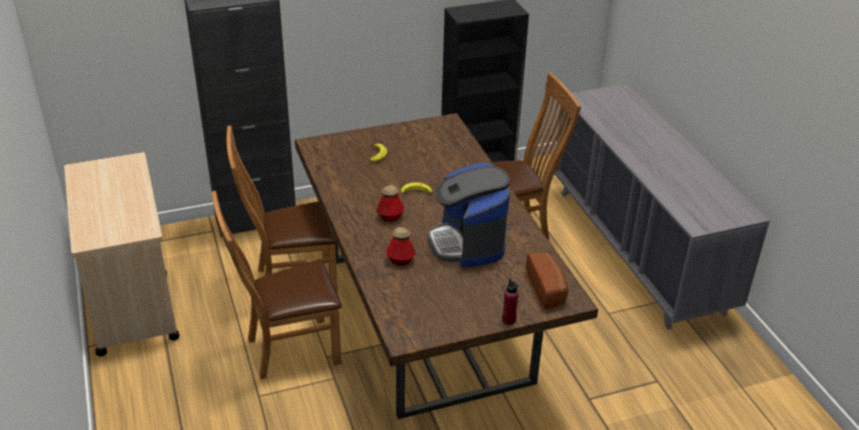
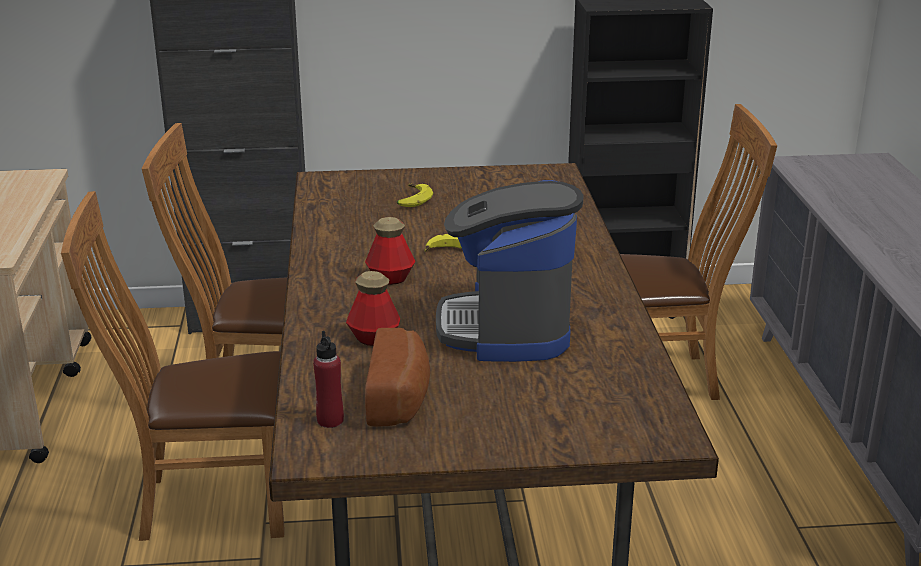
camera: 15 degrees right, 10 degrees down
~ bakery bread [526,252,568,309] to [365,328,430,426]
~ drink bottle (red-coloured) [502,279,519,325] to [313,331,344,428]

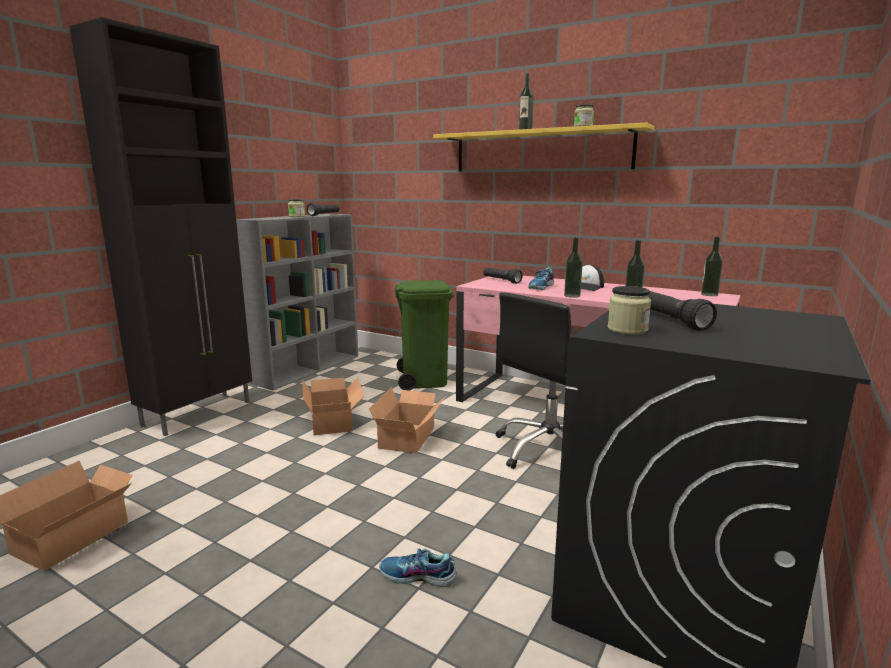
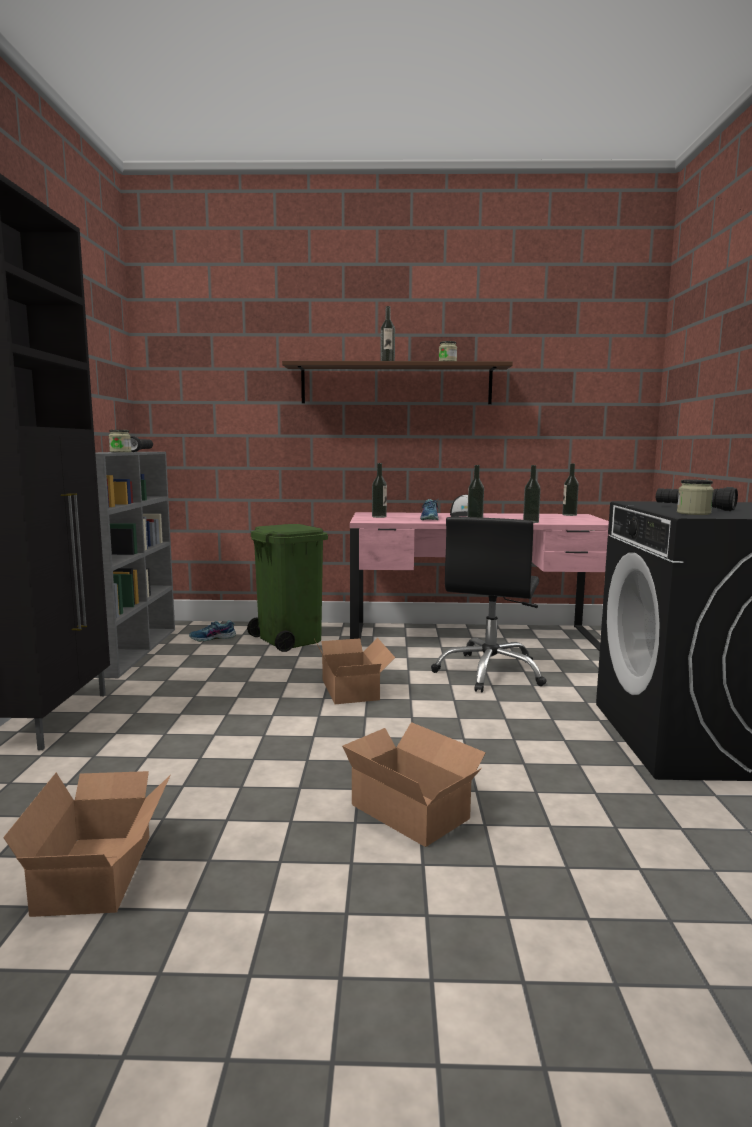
camera: 30 degrees left, 5 degrees down
~ wall shelf (yellow) [433,122,654,172] to wall shelf (brown-coloured) [282,361,513,404]
~ flashlight (black) [483,268,523,284] to drink bottle [372,463,387,518]
~ packing box [302,378,364,435] to [342,722,486,847]
~ item of footwear [379,549,457,587] to [189,620,236,642]

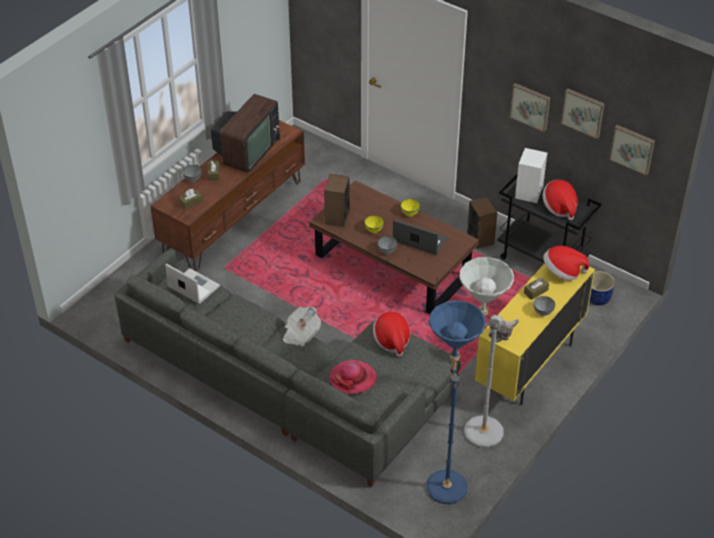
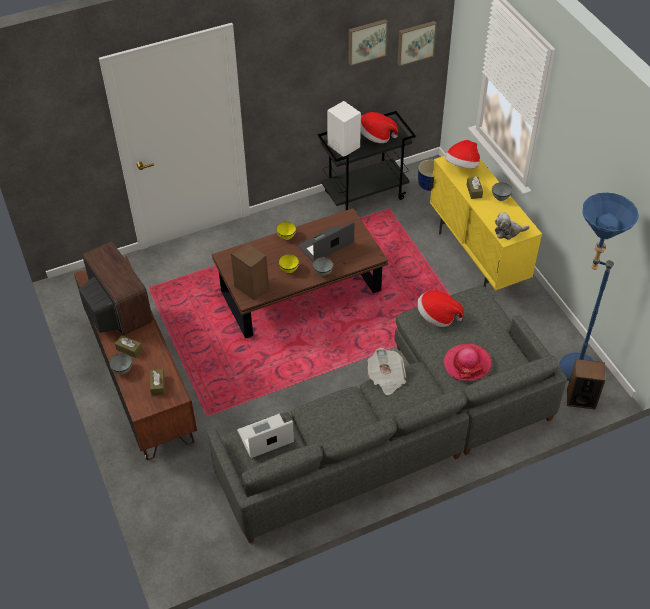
camera: 60 degrees left, 5 degrees up
- wall art [509,83,550,132]
~ loudspeaker [467,197,497,249] to [567,359,605,409]
- standing lamp (greyish) [459,257,514,447]
~ cuddly toy [489,315,519,342] = [495,212,530,240] 90 degrees clockwise

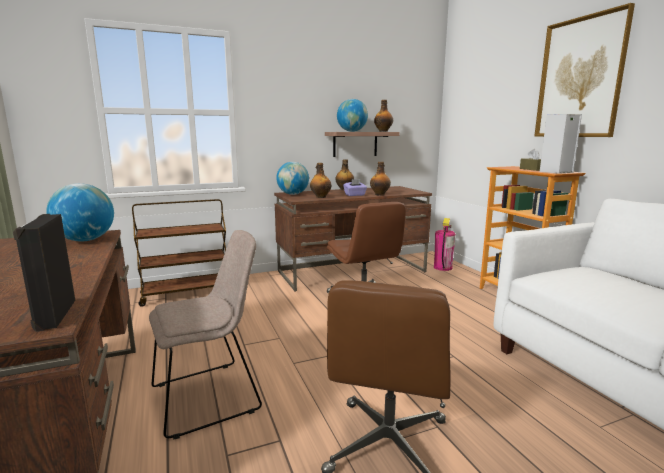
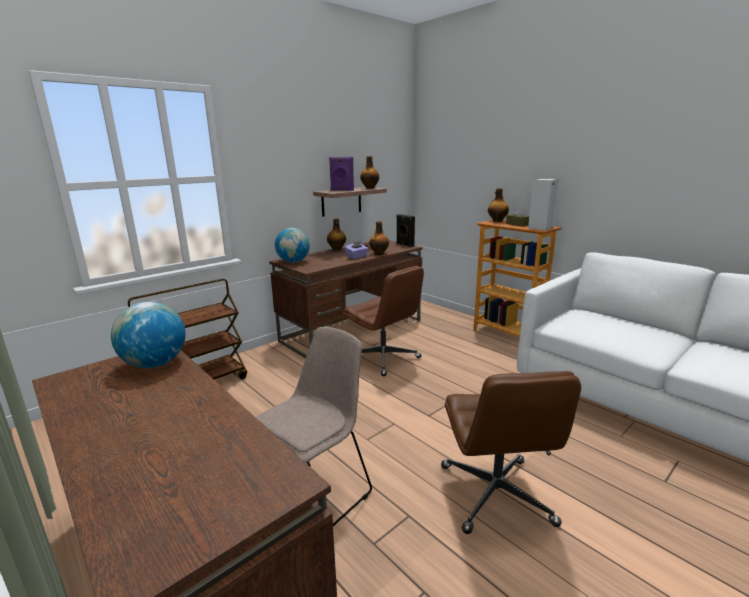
camera: 20 degrees left, 5 degrees up
- wall art [534,3,635,137]
~ globe [337,99,368,132] to loudspeaker (purple-coloured) [329,157,354,191]
~ drink bottle [310,163,331,198] to [488,188,509,222]
~ loudspeaker (black) [13,214,75,332] to [396,214,415,247]
- fire-fighting cylinder [434,218,456,271]

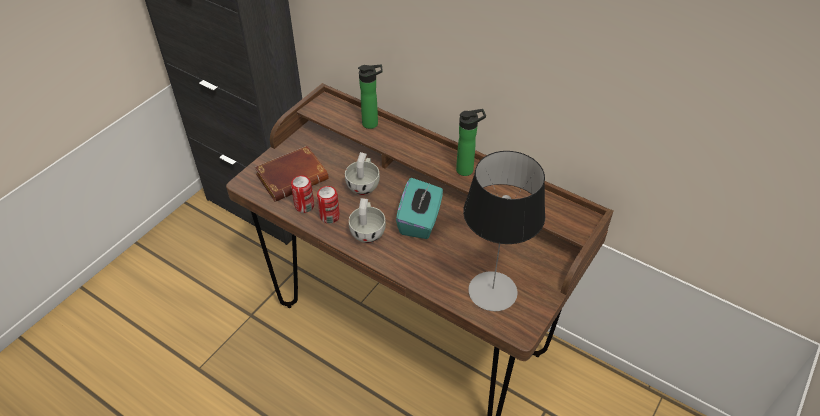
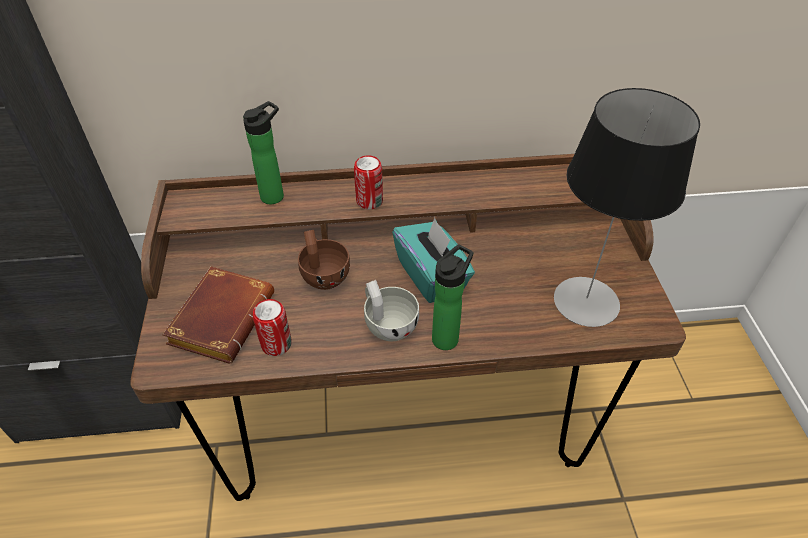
camera: 40 degrees left, 0 degrees up
~ drink bottle [456,109,486,176] to [432,244,474,350]
~ small cup (white) [345,152,380,195] to small cup (brown-coloured) [298,230,350,290]
~ metal can [317,186,340,224] to [354,155,383,209]

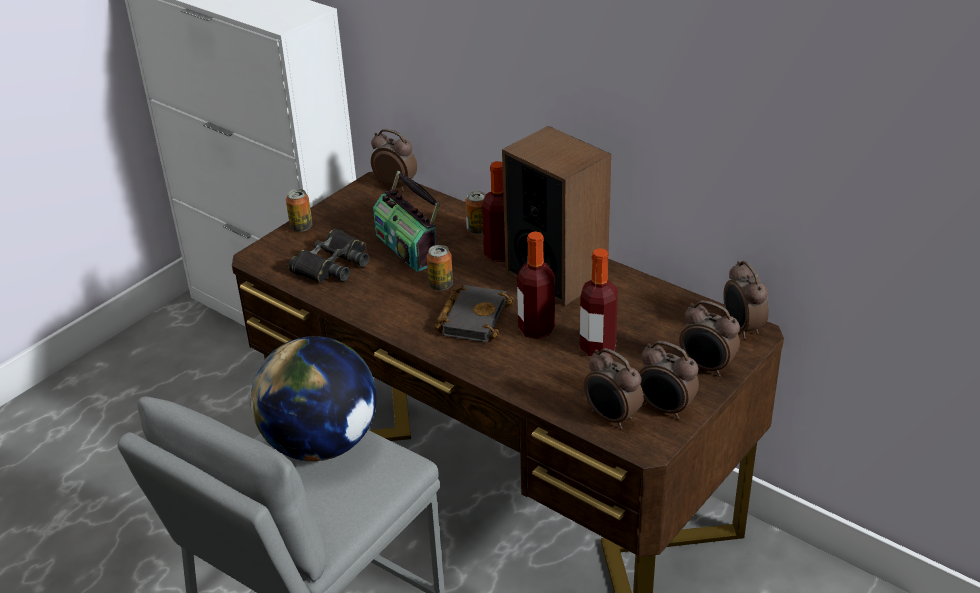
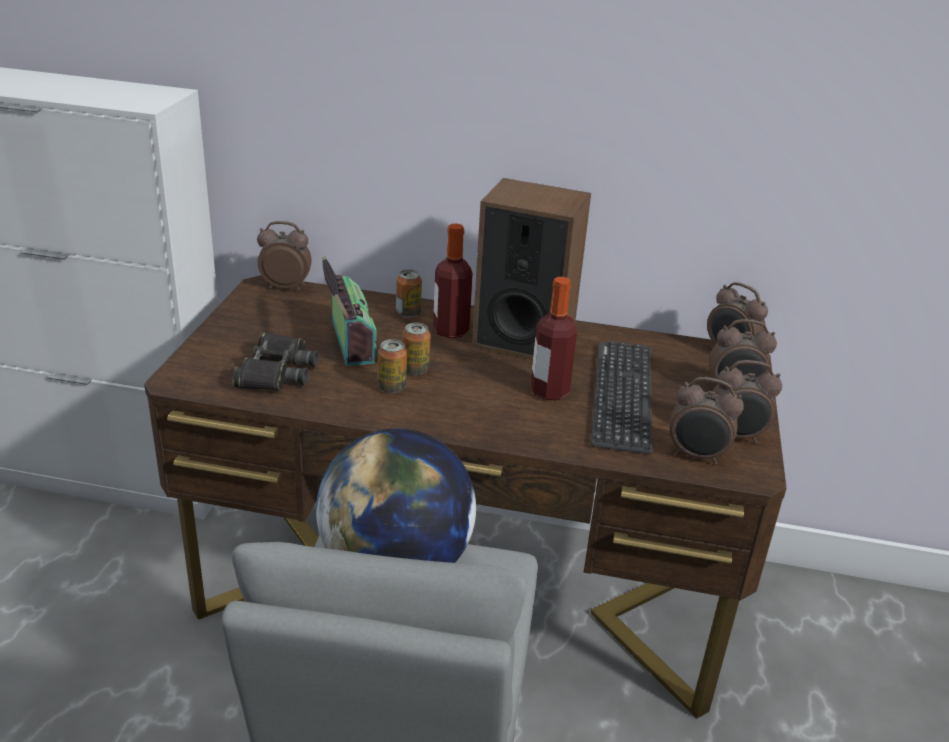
camera: 30 degrees left, 5 degrees down
~ radio receiver [373,171,440,272] = [322,256,376,366] 135 degrees counterclockwise
~ metal can [286,189,313,232] to [378,339,407,393]
~ drink bottle [580,248,618,356] to PC keyboard [591,341,653,454]
- volume (black) [435,285,514,342]

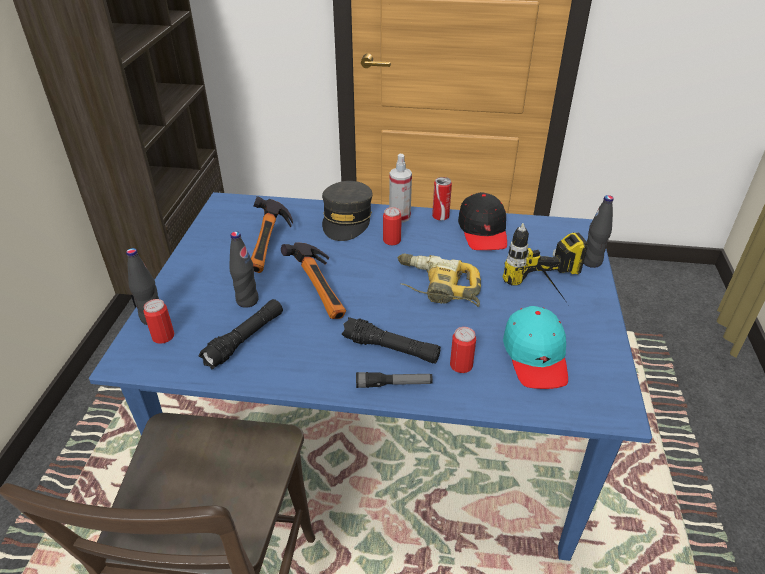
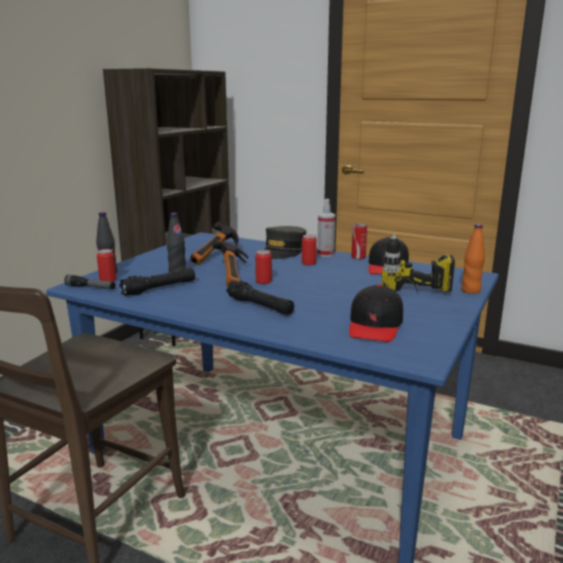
camera: 20 degrees right, 20 degrees down
~ drink bottle (black) [583,195,614,268] to drink bottle (orangey) [461,224,485,294]
- electric drill [398,253,481,307]
~ cap (blue-green) [503,306,568,389] to cap (black) [349,285,403,342]
~ metal can [450,327,476,373] to [255,250,272,284]
~ flashlight [356,372,433,388] to [64,275,115,289]

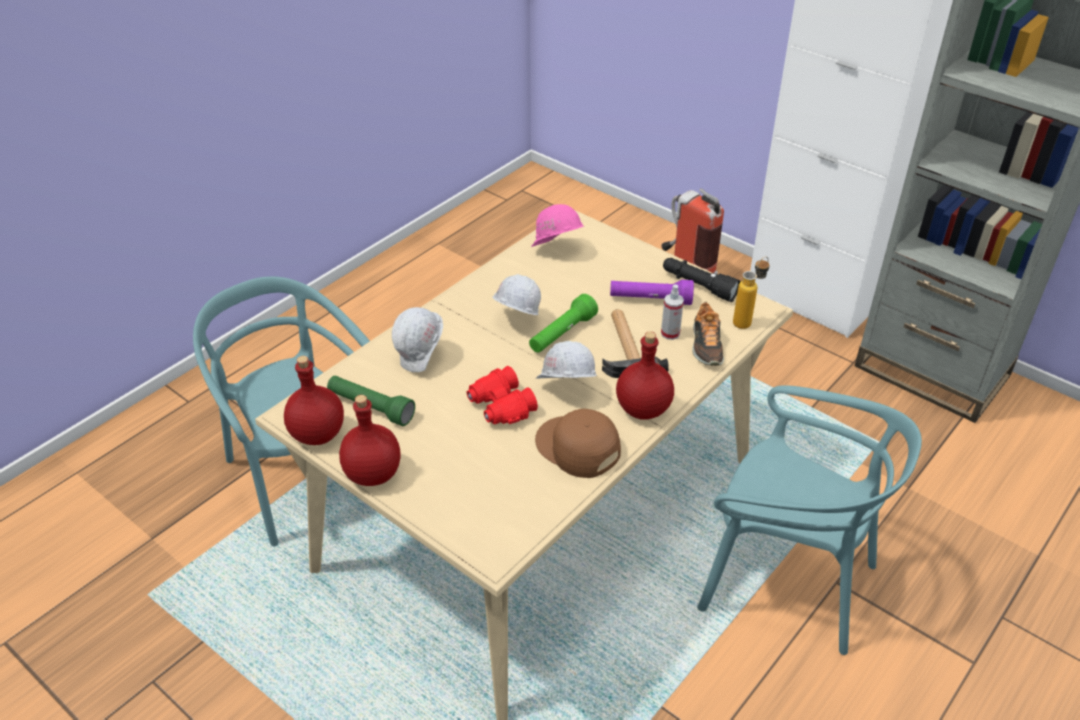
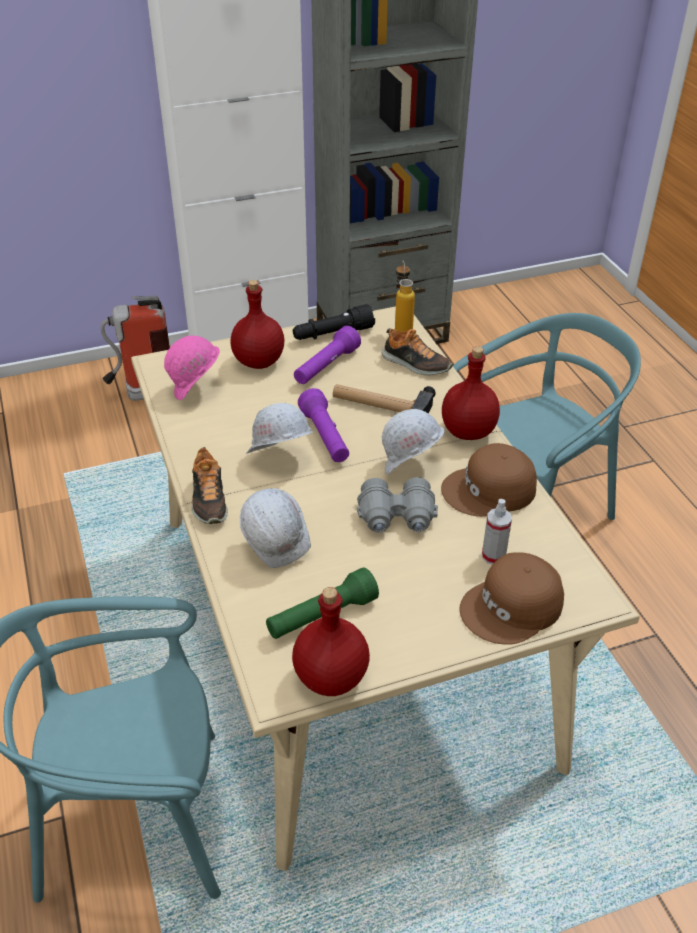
camera: 60 degrees left, 0 degrees up
~ hand sprayer [661,284,684,340] to [482,499,512,565]
~ flashlight (green-coloured) [529,294,598,353] to flashlight (purple-coloured) [298,388,349,462]
~ binoculars (red-coloured) [467,366,538,425] to binoculars (greyish) [357,477,438,533]
~ drink bottle (red-coloured) [339,395,401,486] to [230,280,284,369]
+ item of footwear [192,447,228,524]
+ cap (brown-coloured) [459,552,564,645]

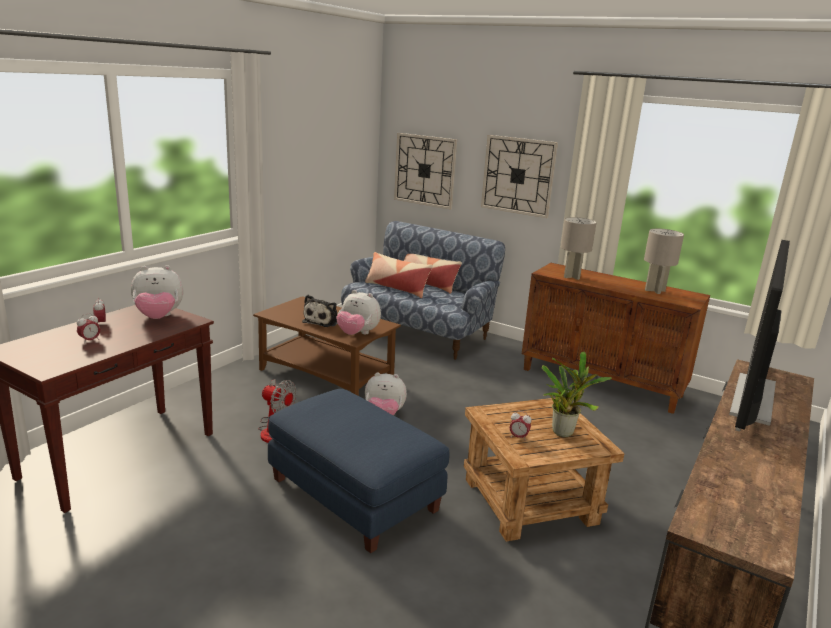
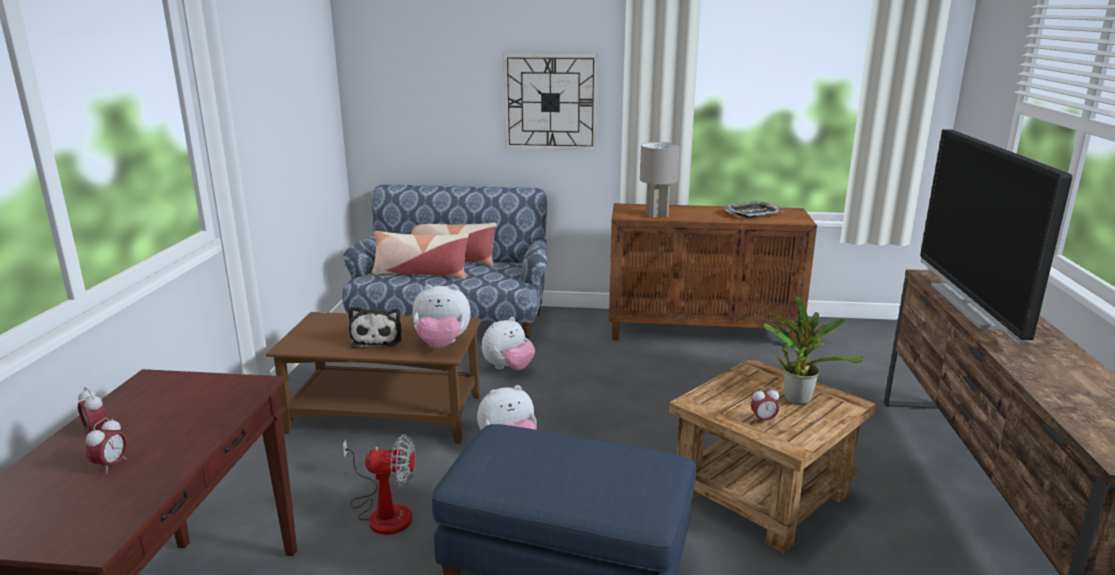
camera: 25 degrees left, 0 degrees up
- wall clock [394,133,457,210]
~ table lamp (greyish) [644,229,684,294] to tray [724,201,783,218]
~ cuddly toy [131,265,183,319] to [482,317,535,370]

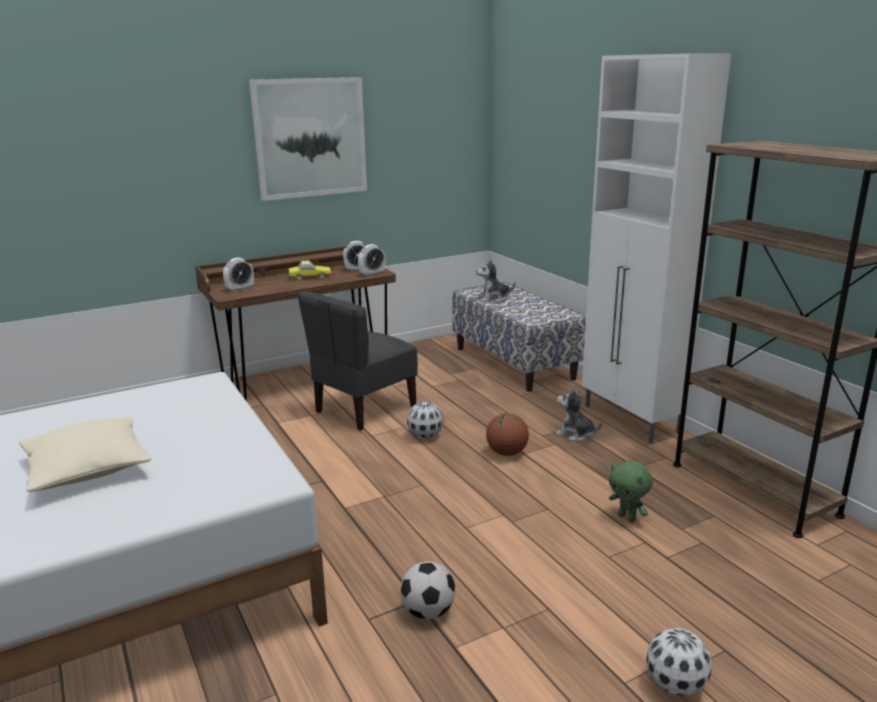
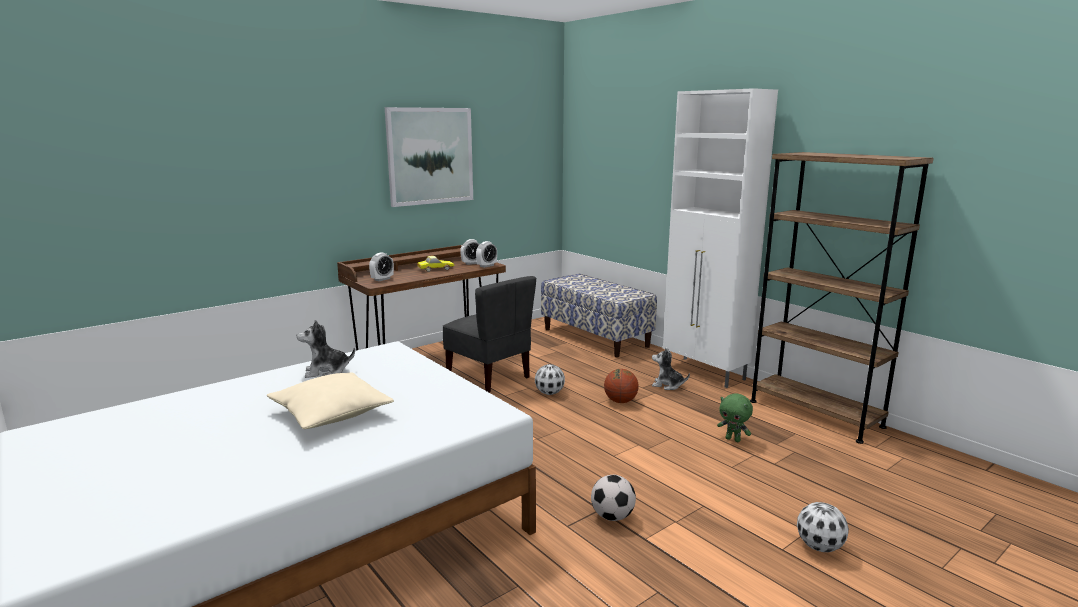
camera: 10 degrees left, 5 degrees down
~ cuddly toy [476,260,515,303] to [297,320,355,378]
~ plain chair (greyish) [298,291,418,431] = [442,276,536,392] 75 degrees counterclockwise

